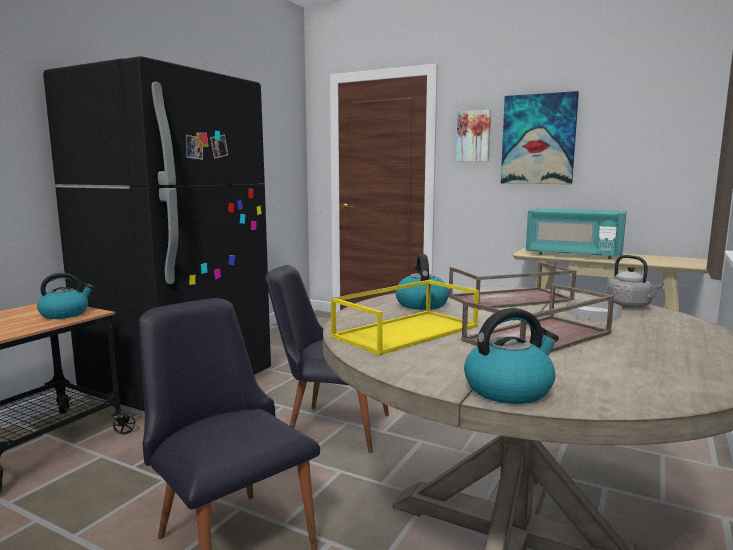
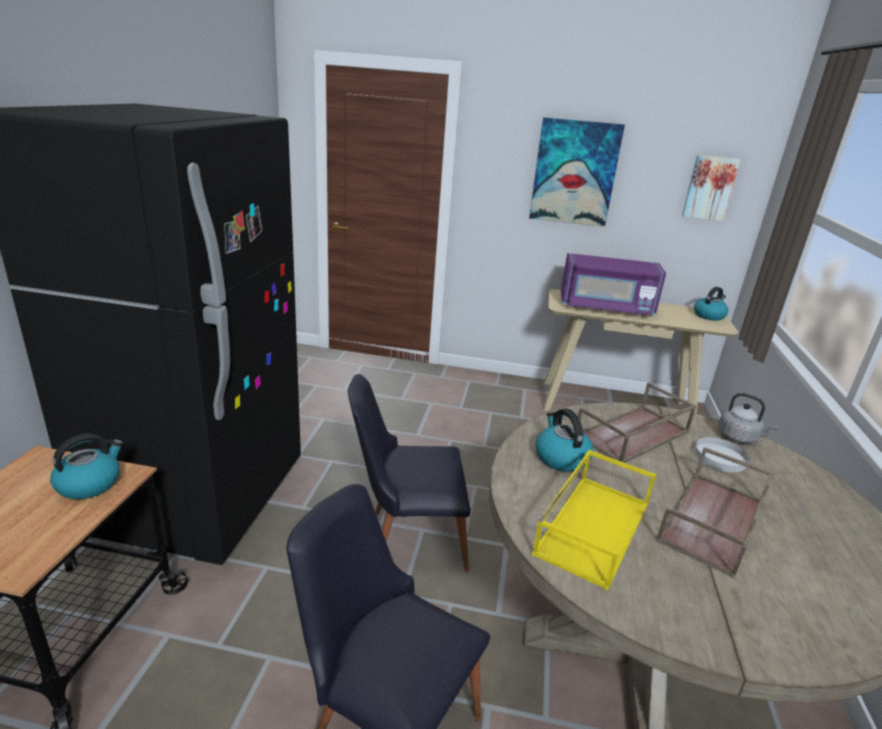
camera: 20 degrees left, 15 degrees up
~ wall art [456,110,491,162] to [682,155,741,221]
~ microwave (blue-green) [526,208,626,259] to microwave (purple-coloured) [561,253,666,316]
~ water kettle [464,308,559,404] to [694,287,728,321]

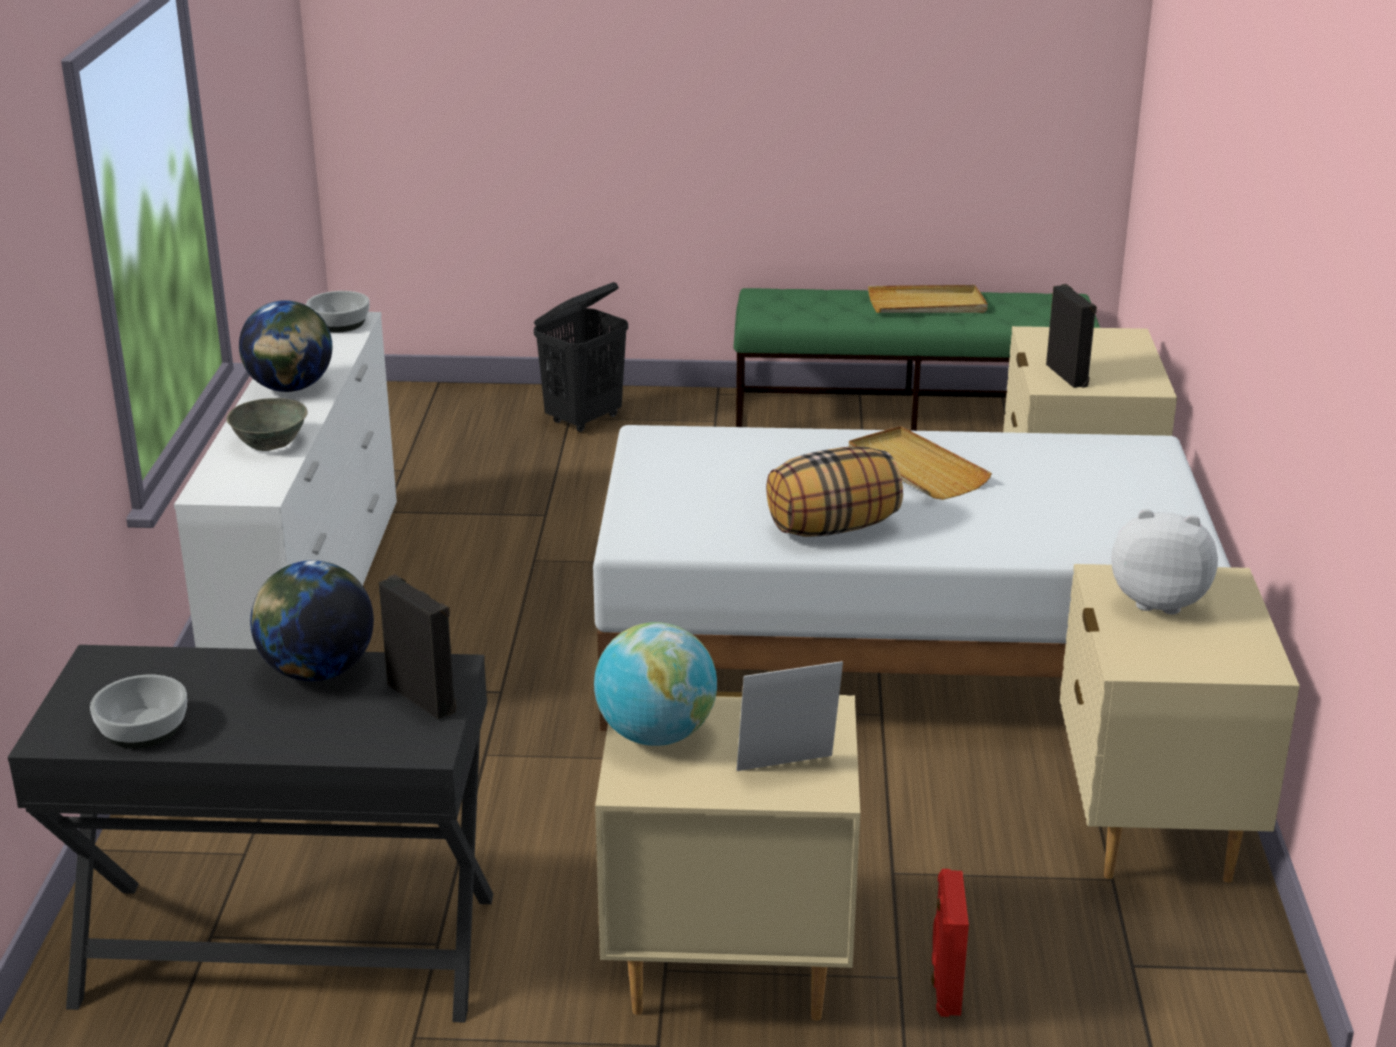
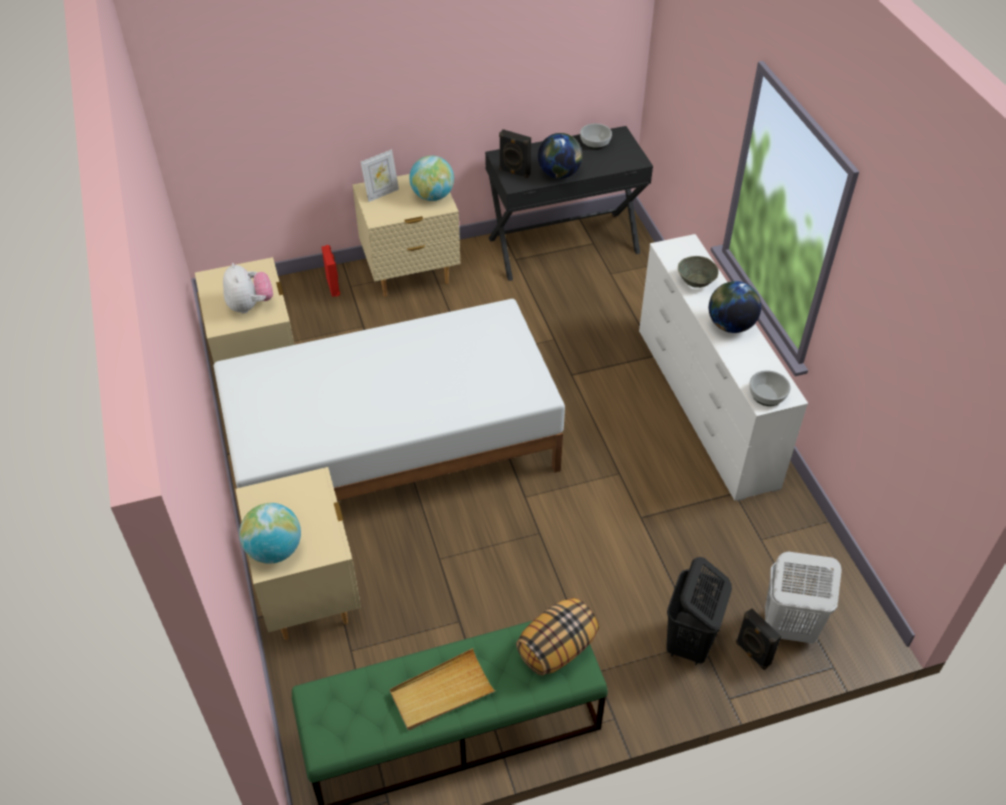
camera: 160 degrees right, 20 degrees up
~ loudspeaker (black) [1046,284,1097,388] to [736,608,781,670]
- tray (beige) [849,426,992,500]
~ cushion [766,446,903,537] to [516,598,599,676]
~ cuddly toy [1112,509,1218,615] = [223,263,273,313] 105 degrees counterclockwise
+ globe [239,503,301,564]
+ hamper (white) [765,552,842,643]

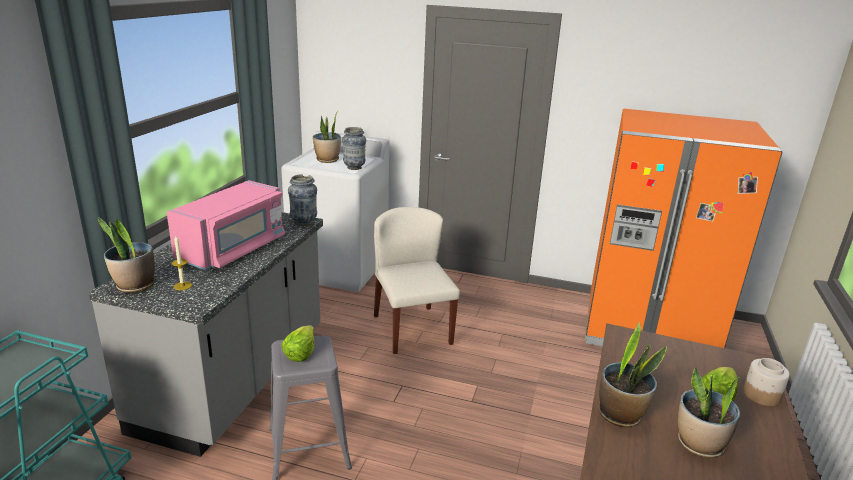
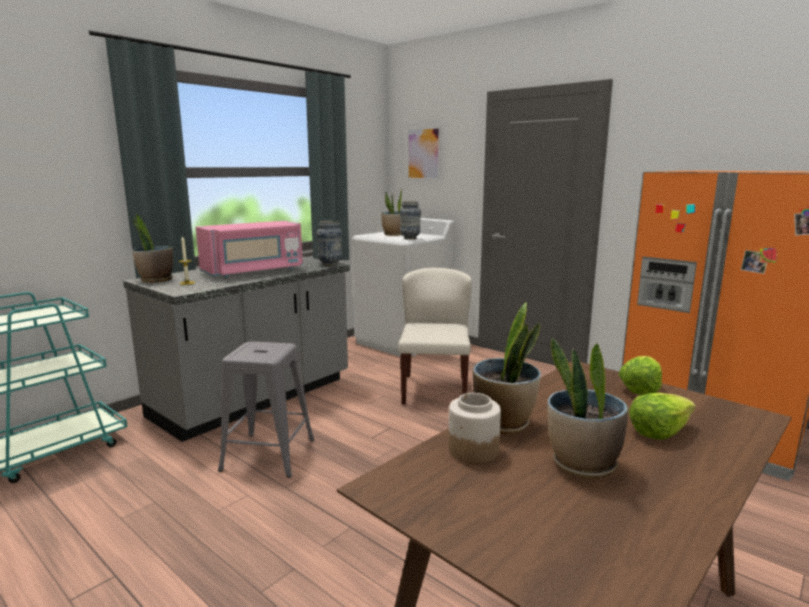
camera: 25 degrees right, 10 degrees down
~ lettuce [281,325,314,362] to [619,356,662,395]
~ storage jar [743,358,790,406] to [448,393,501,463]
+ wall art [407,126,442,181]

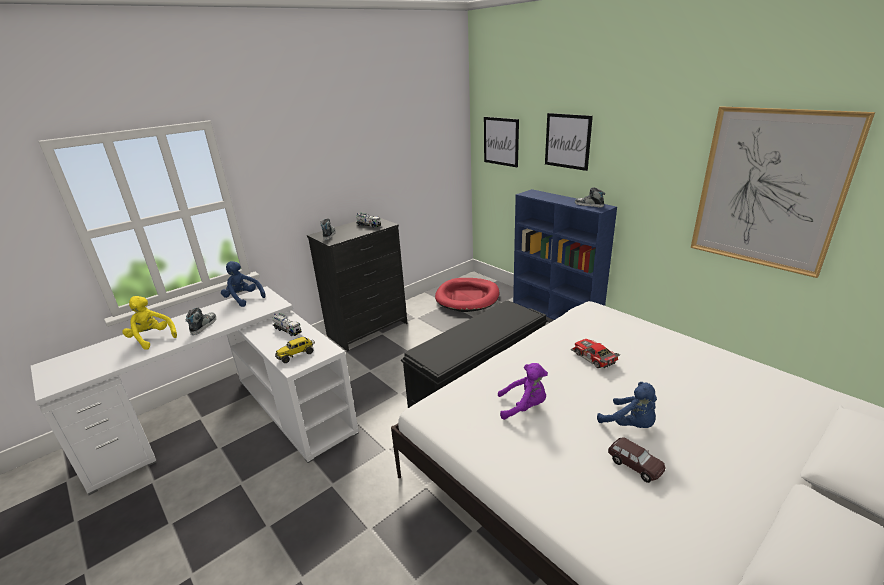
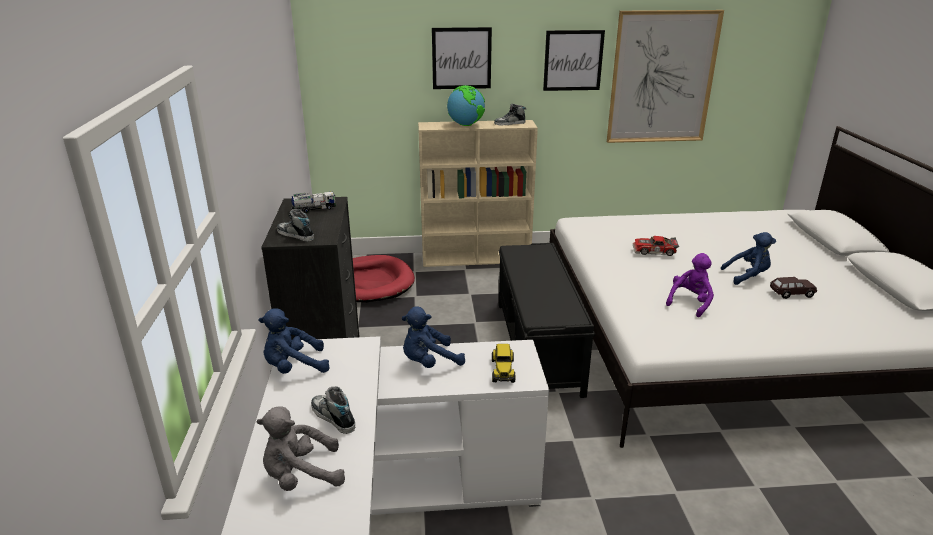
camera: 55 degrees left, 0 degrees up
~ wall art [484,117,519,167] to [543,30,605,91]
~ bookcase (blue) [513,189,617,320] to bookcase (beige) [418,120,538,267]
~ cuddly toy (yellow) [122,296,177,350] to cuddly toy (greyish) [257,406,345,491]
~ toy lorry [272,313,302,336] to cuddly toy (blue) [401,307,465,368]
+ globe [447,85,485,126]

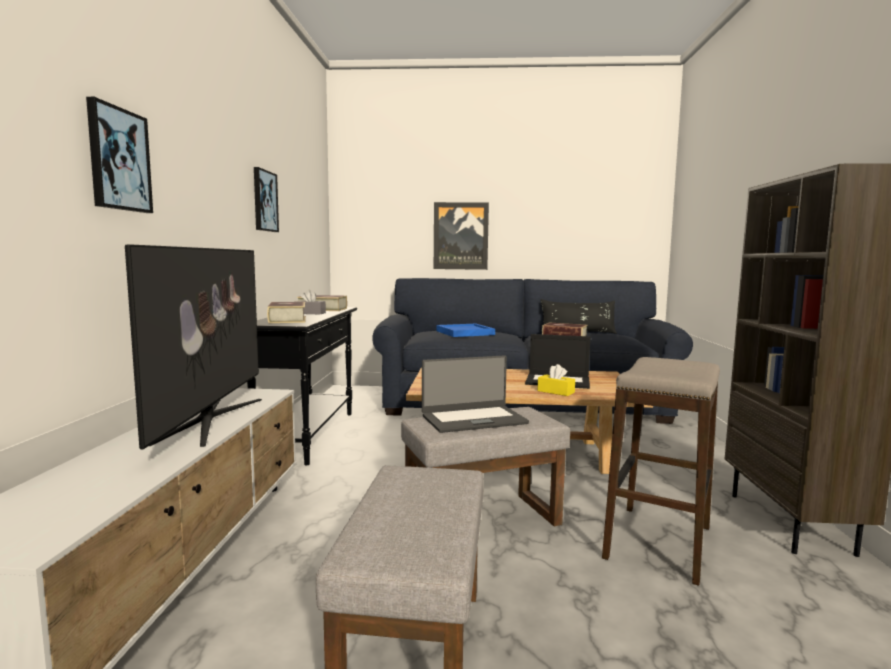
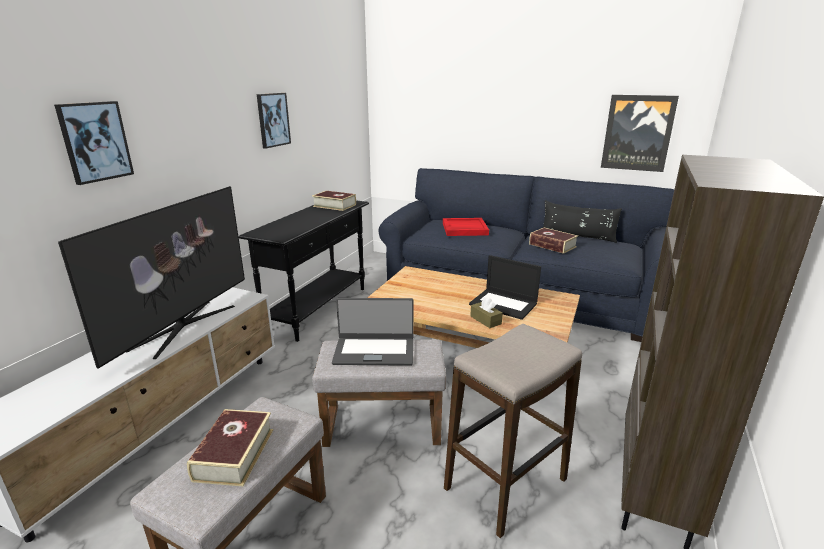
camera: 20 degrees right, 15 degrees up
~ wall art [434,202,489,270] to [601,95,679,172]
- box of tissues (greyish) [295,290,326,314]
~ volume [267,302,306,323] to [187,409,273,487]
~ tray (blue) [437,324,495,337] to tray (red-coloured) [443,218,489,236]
~ box of tissues (yellow) [537,364,575,396] to box of tissues (brown-coloured) [470,297,503,328]

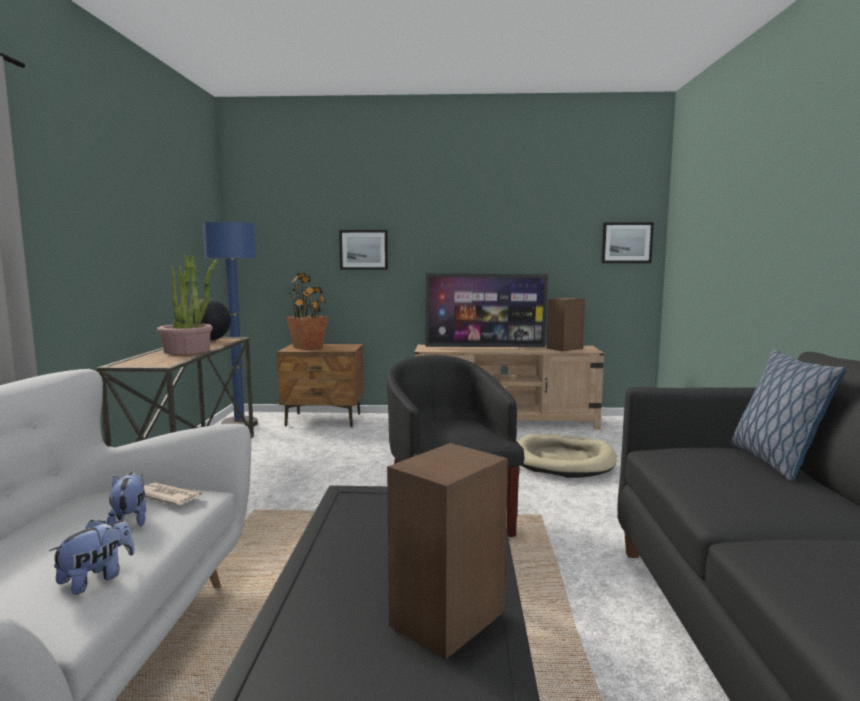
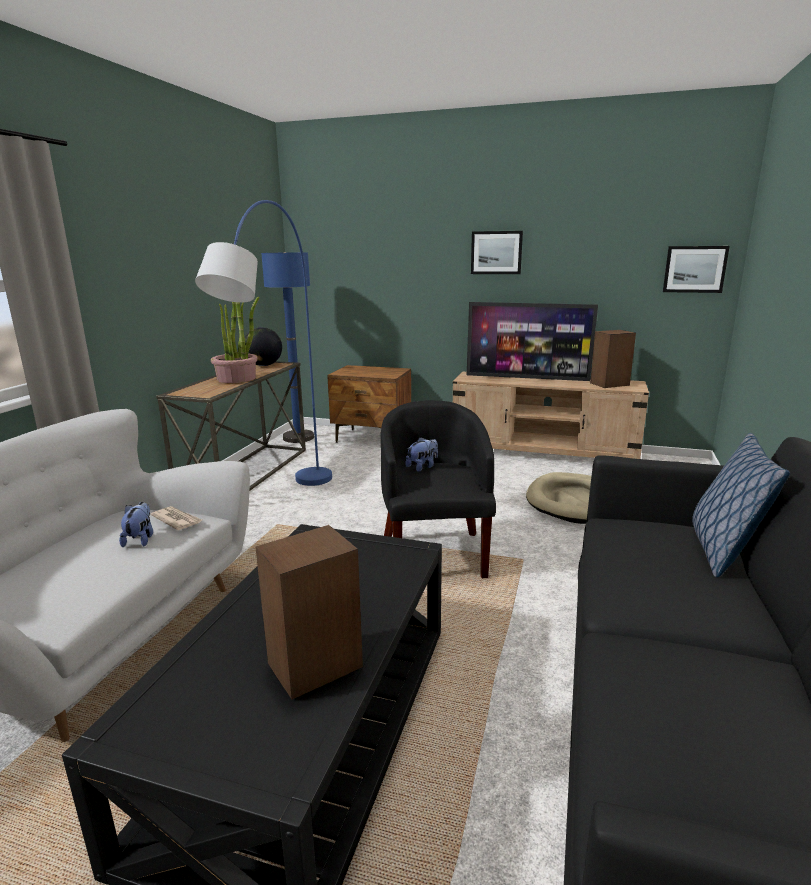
camera: 15 degrees right, 10 degrees up
~ wall art [339,230,388,270] to [471,231,523,274]
- houseplant [286,273,328,350]
~ cuddly toy [49,520,135,595] to [405,437,438,472]
+ standing lamp (blue) [195,200,332,486]

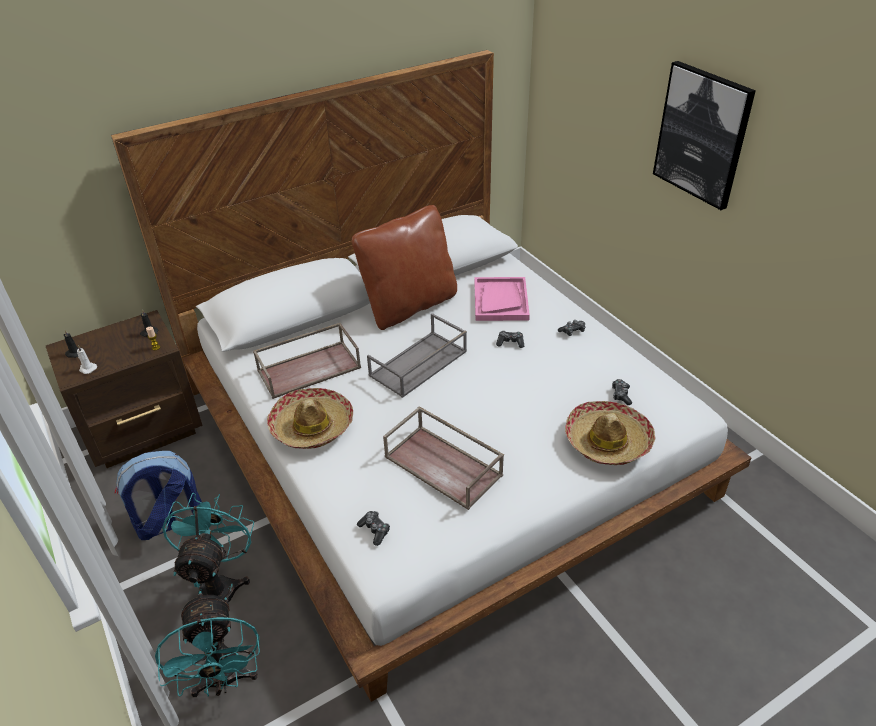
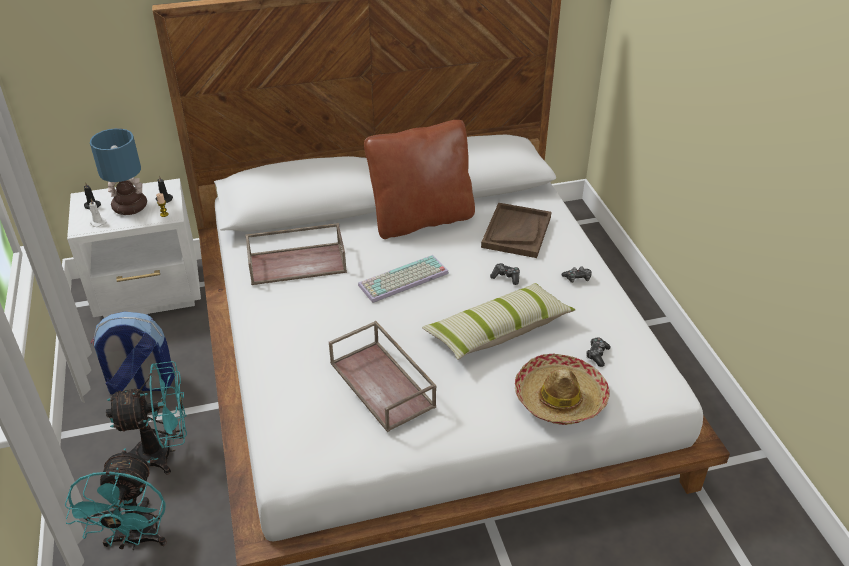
camera: 15 degrees right, 0 degrees up
- wall art [653,61,756,210]
~ tray (pinkish) [474,277,530,321] to tray (brown-coloured) [481,203,551,258]
~ night table (brown-coloured) [46,310,203,468] to night table (white) [67,178,201,318]
~ tray (greyish) [367,313,467,398] to PC keyboard [358,255,449,303]
- wearable hat [267,388,353,449]
~ electric fan (blue-green) [162,493,254,602] = [106,361,187,475] 60 degrees clockwise
- game controller [357,511,390,546]
+ table lamp [90,128,147,215]
+ cushion [422,283,575,360]

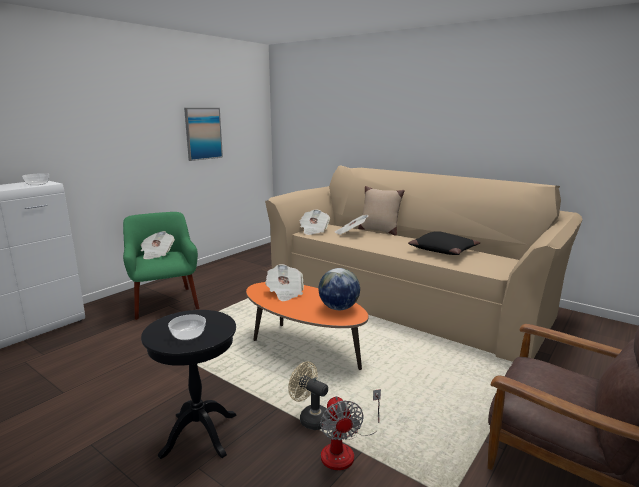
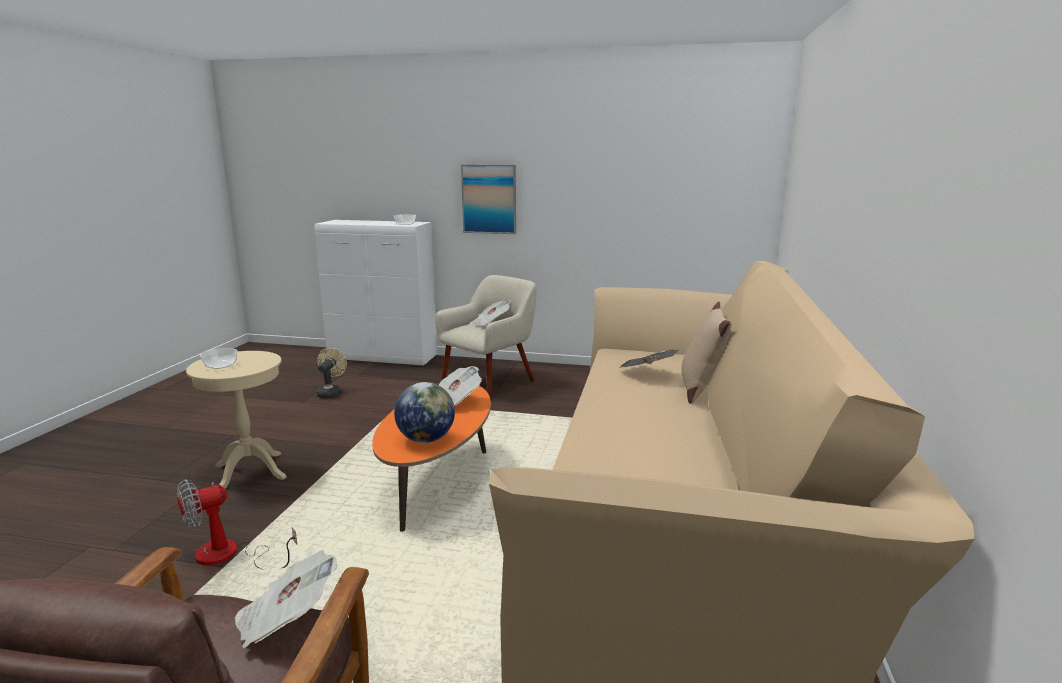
camera: 65 degrees right, 0 degrees up
~ wall art [184,108,223,161] to [461,165,516,234]
~ newspaper [299,209,330,235] to [235,550,337,649]
~ armchair (green-coloured) [123,212,199,320] to armchair (beige) [435,275,536,400]
- cushion (black) [408,231,480,255]
~ accent table (black) [141,310,236,459] to accent table (beige) [186,351,286,489]
~ electric fan (beige) [288,361,330,430] to [316,347,347,398]

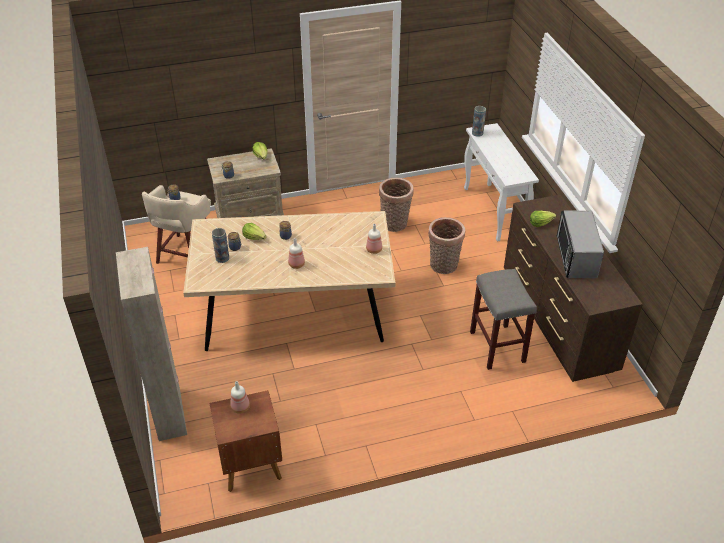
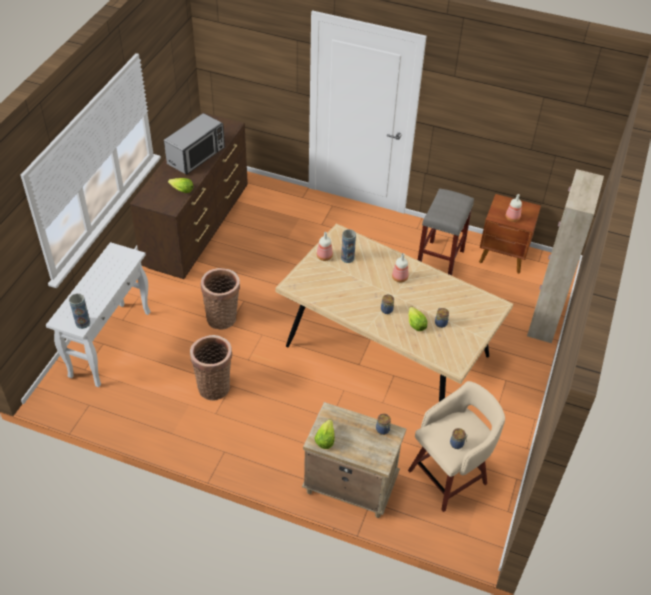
camera: 145 degrees left, 5 degrees up
~ decorative vase [212,228,229,263] to [341,229,356,263]
~ stool seat (greyish) [470,269,537,370] to [418,188,474,276]

